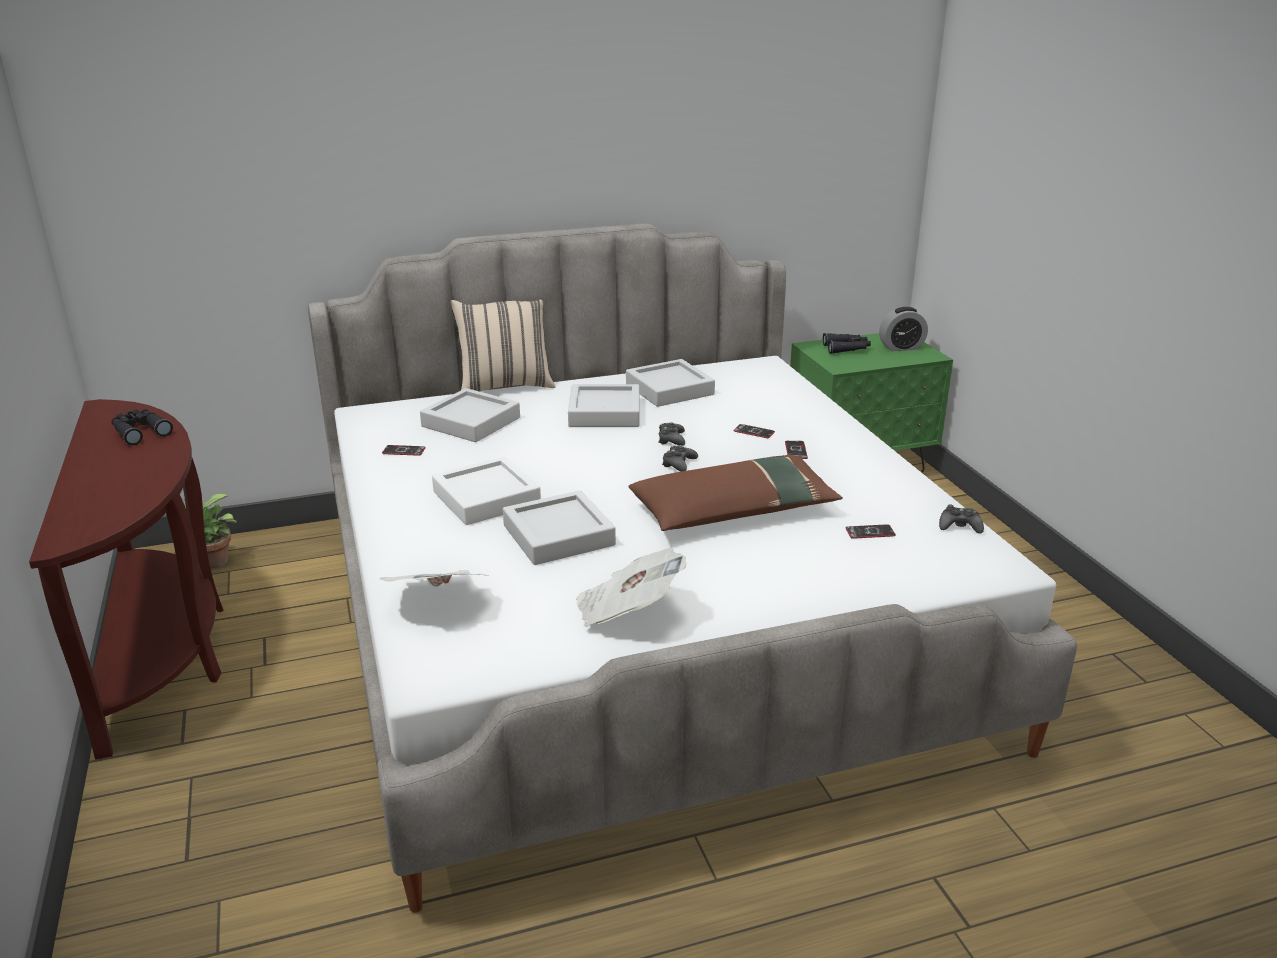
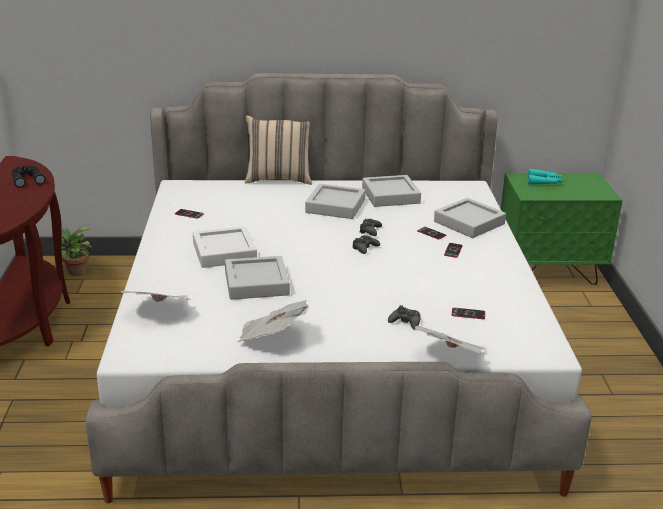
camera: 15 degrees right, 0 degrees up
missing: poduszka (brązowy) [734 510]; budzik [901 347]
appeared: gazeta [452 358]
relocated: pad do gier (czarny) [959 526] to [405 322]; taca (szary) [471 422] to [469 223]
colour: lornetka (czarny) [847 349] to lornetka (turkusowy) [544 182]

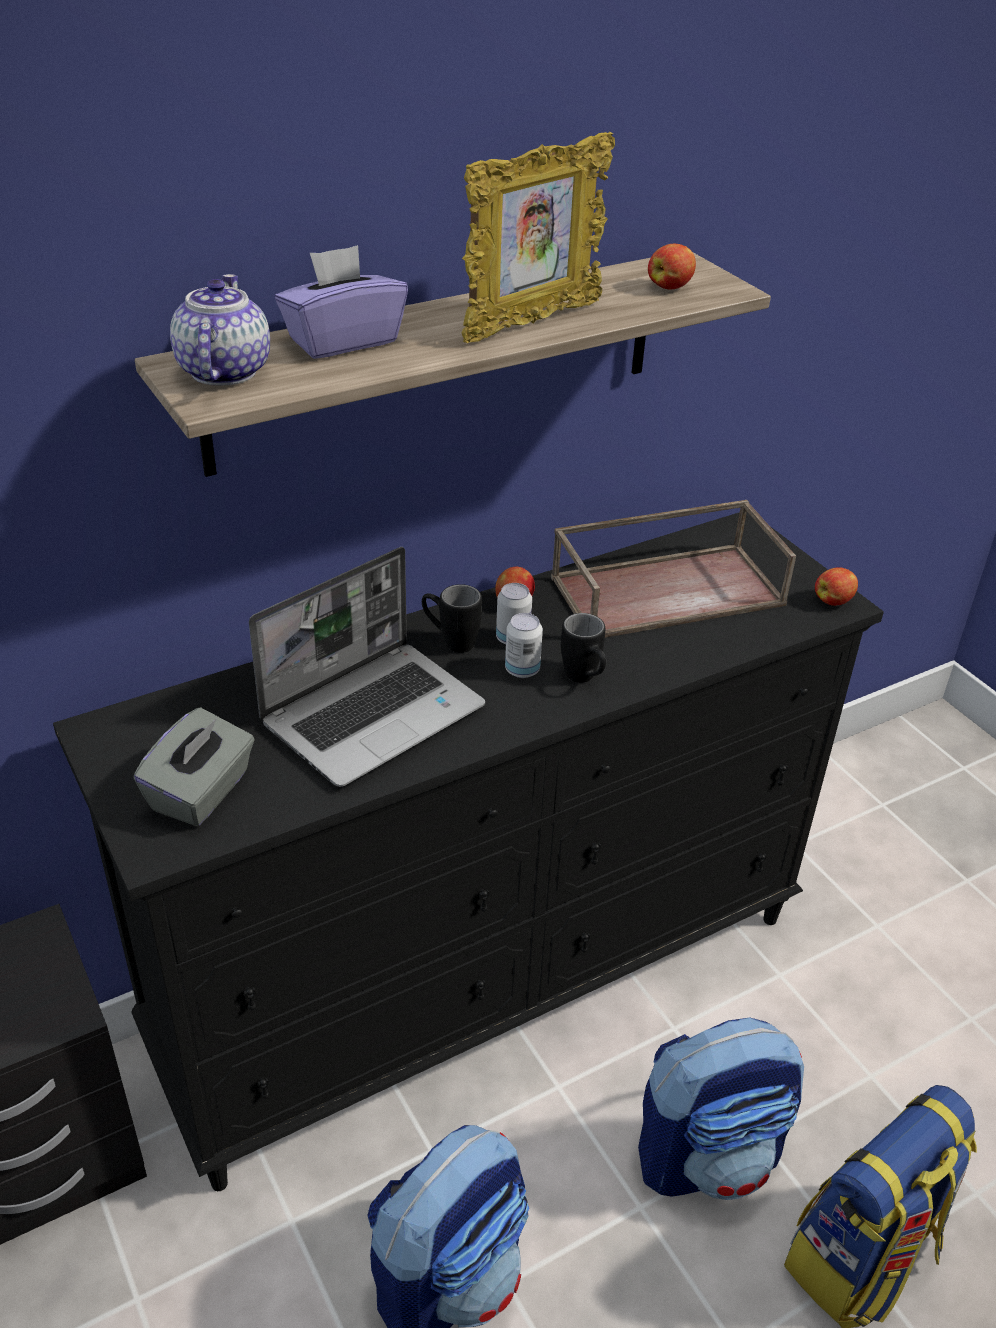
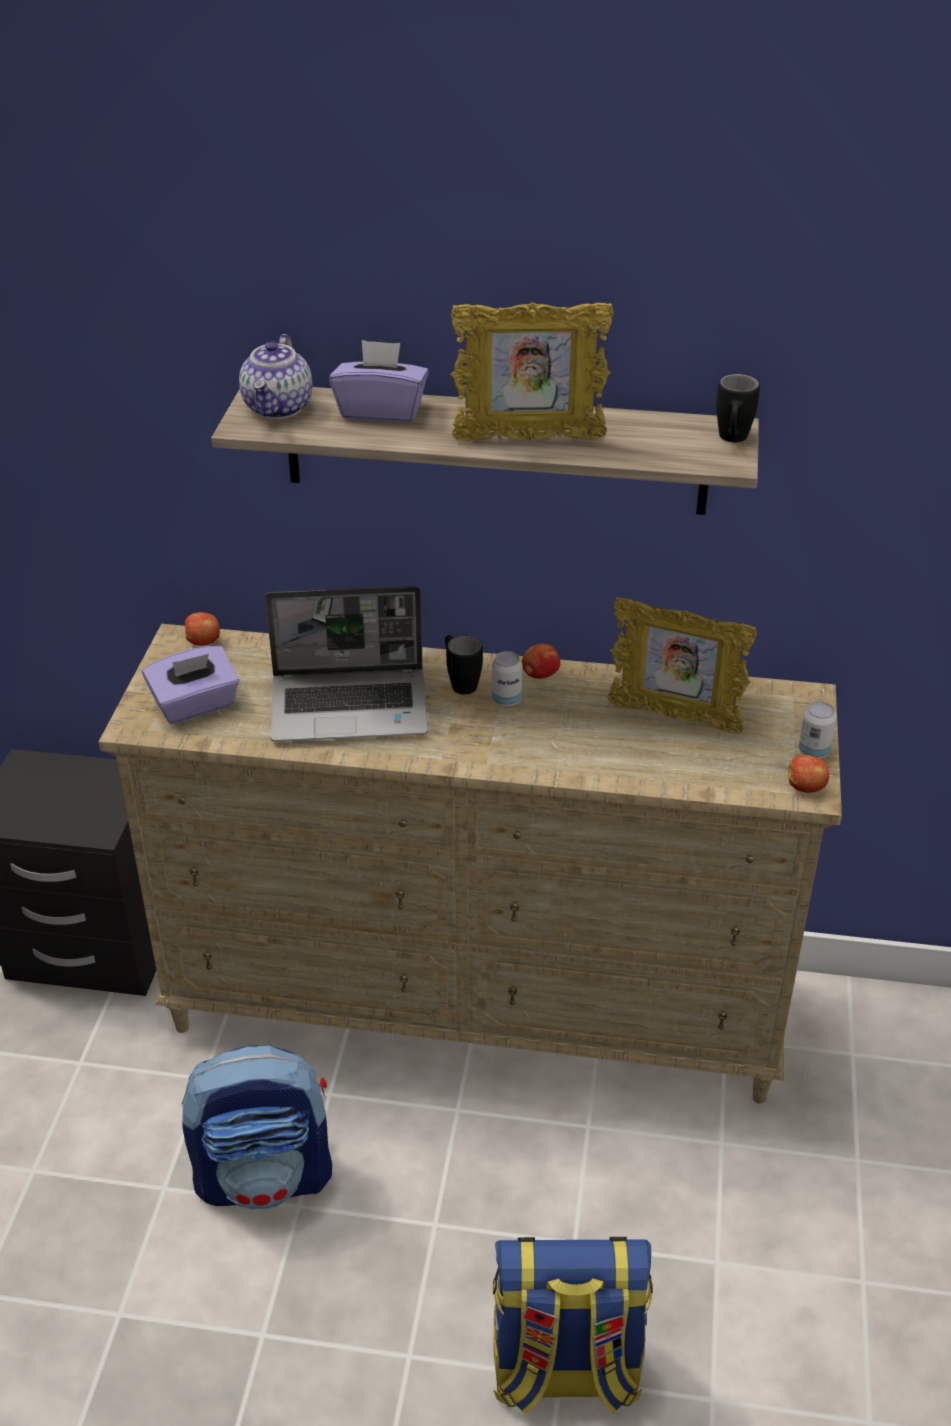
camera: 40 degrees right, 0 degrees up
missing: plecak [709 1155]
relocated: jabłko [670 287] to [204 642]; kubek (czarny) [584 679] to [732 440]; puszka [522 670] to [813 752]
exchanged: taca (brązowy) [668 589] to ramka na zdjęcie [674 717]
colour: komoda (czarny) [487 980] to komoda (beżowy) [478 1007]; pudełko chusteczek (szary) [202 792] to pudełko chusteczek (fioletowy) [195 705]
spun: imbryk [223 371] = [279 408] 150 degrees clockwise

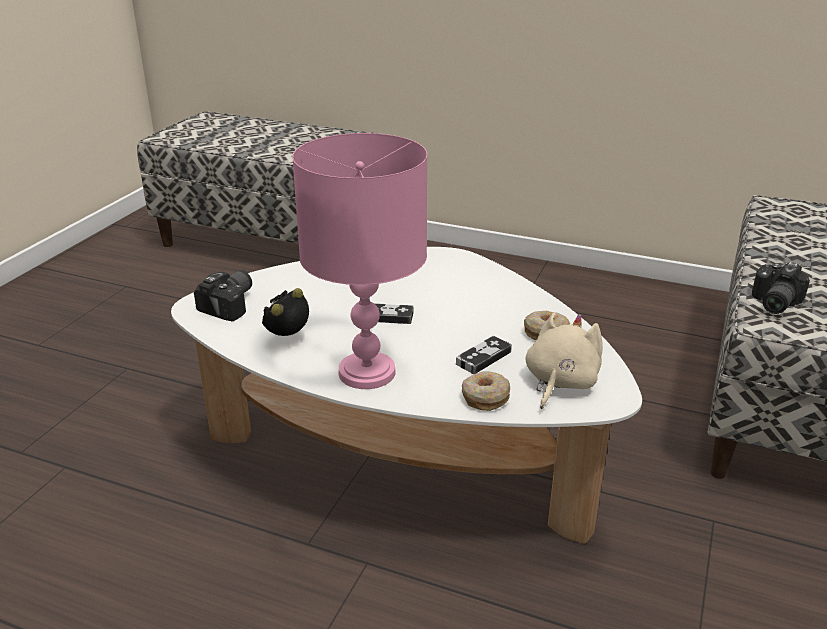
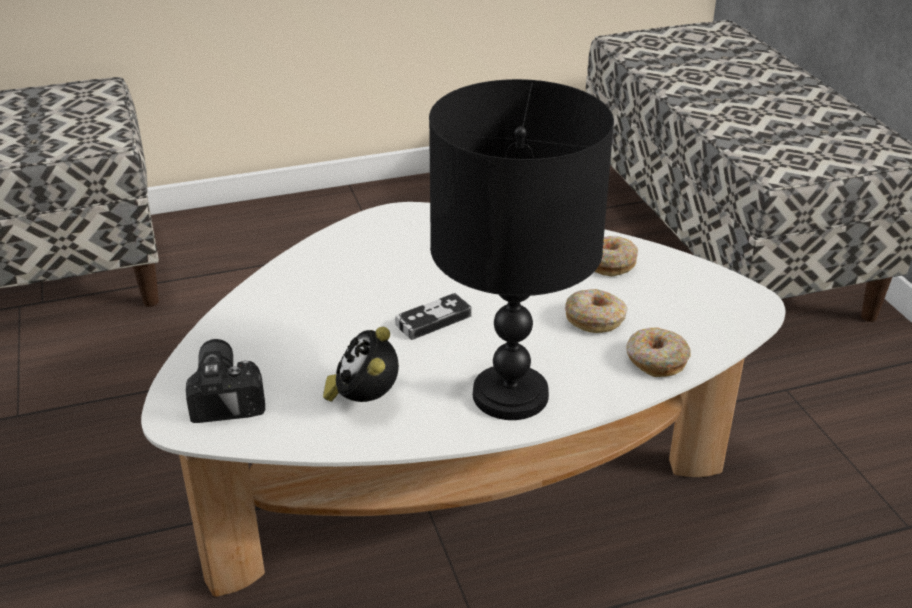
camera: 40 degrees left, 5 degrees up
missing: pluszak (beżowy) [559 382]; aparat fotograficzny [772 303]
exchanged: pad do gier [483 358] to donut [595 319]
colour: lampa stołowa (różowy) [367 372] to lampa stołowa (czarny) [509 393]

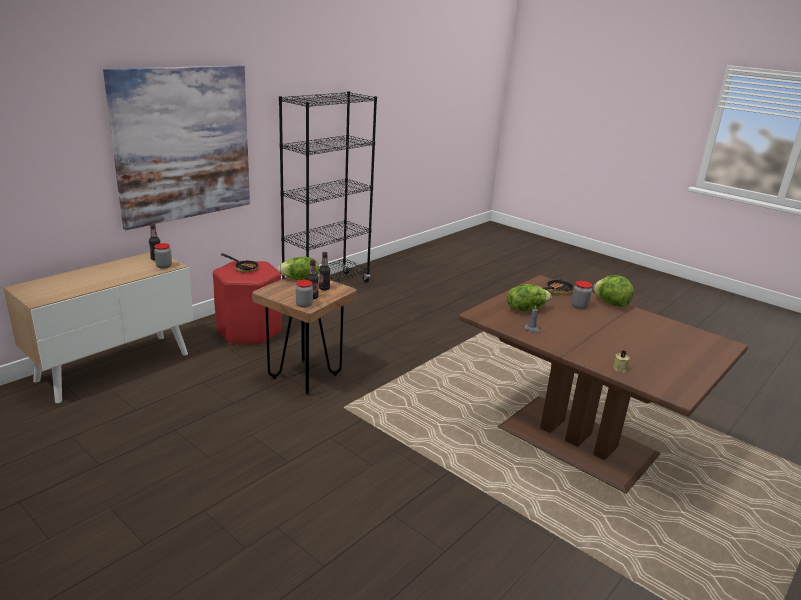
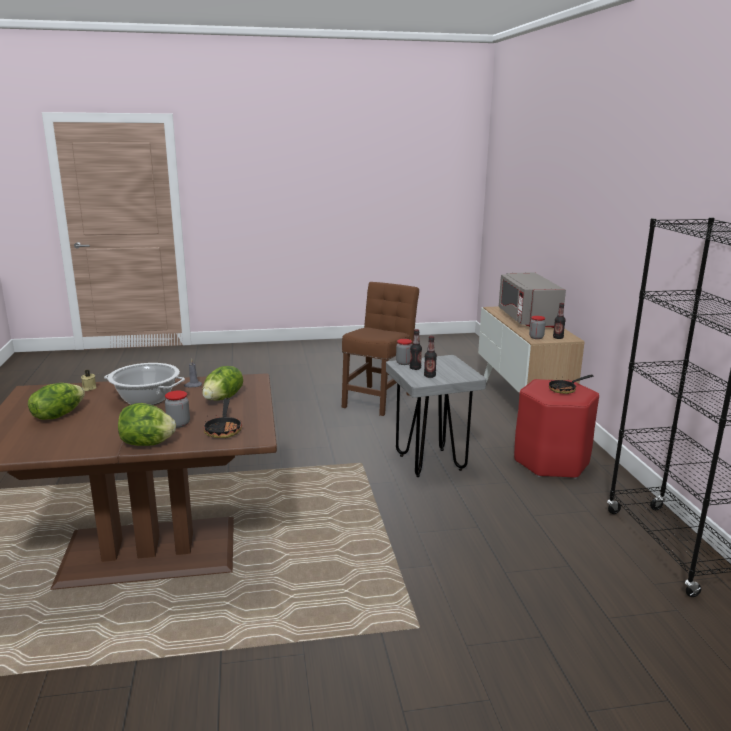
camera: 130 degrees right, 5 degrees down
missing: obraz [183 144]
appeared: garnek [147 399]; krzesło (brązowy) [378 399]; mikrofalówka (szary) [527 319]
relocated: sałata [300 279] to [58 415]
colour: stołek (brązowy) [305 376] to stołek (szary) [430 463]

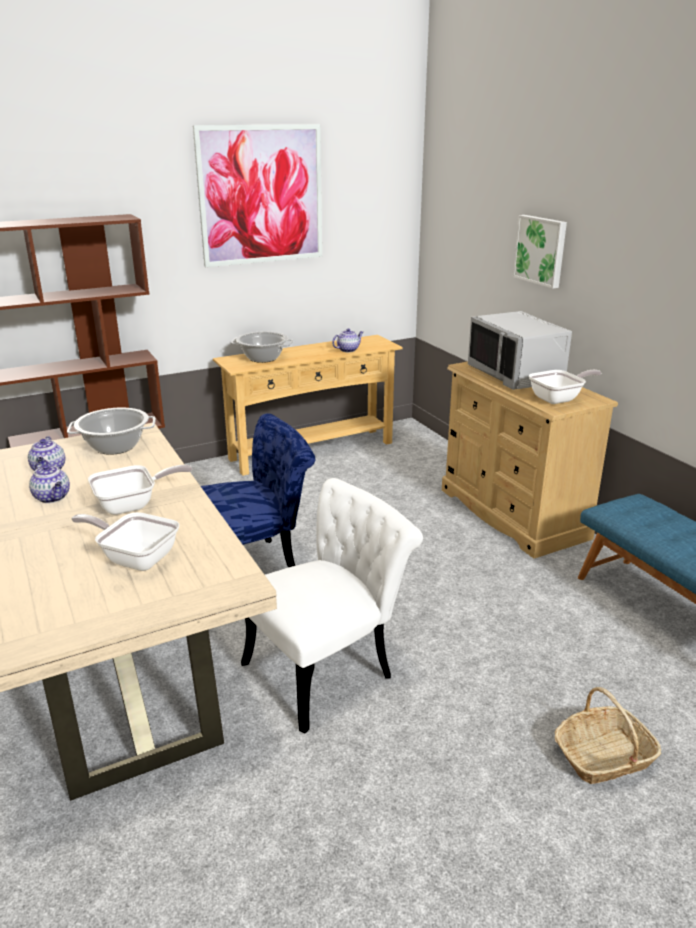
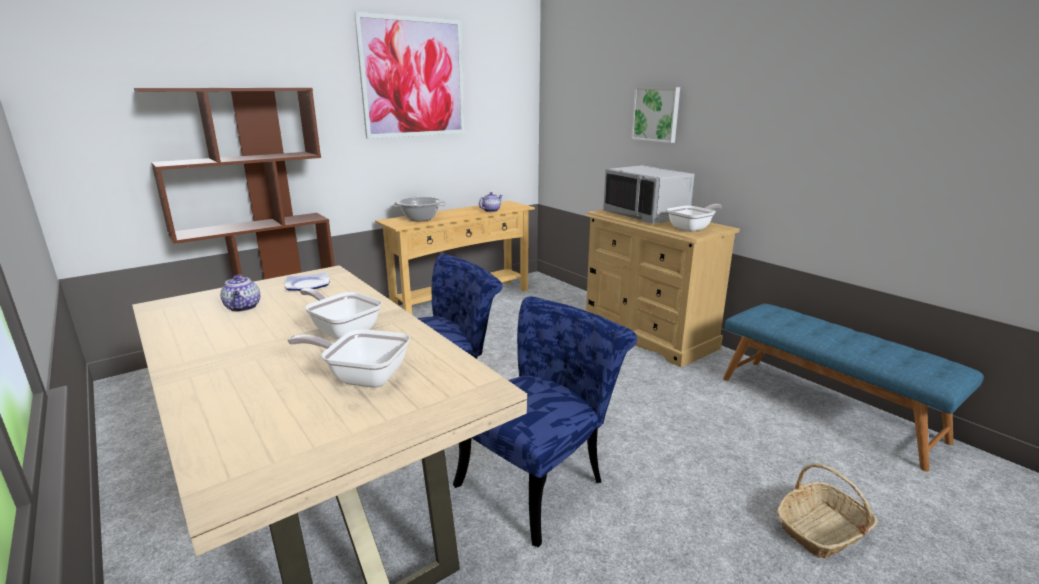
camera: 10 degrees left, 5 degrees down
missing: imbryk [53 497]
exchanged: garnek [115 447] to talerz [307 285]
colour: krzesło (biały) [329 667] to krzesło (niebieski) [540 479]
spun: patelnia [133 505] = [343 330] 105 degrees counterclockwise

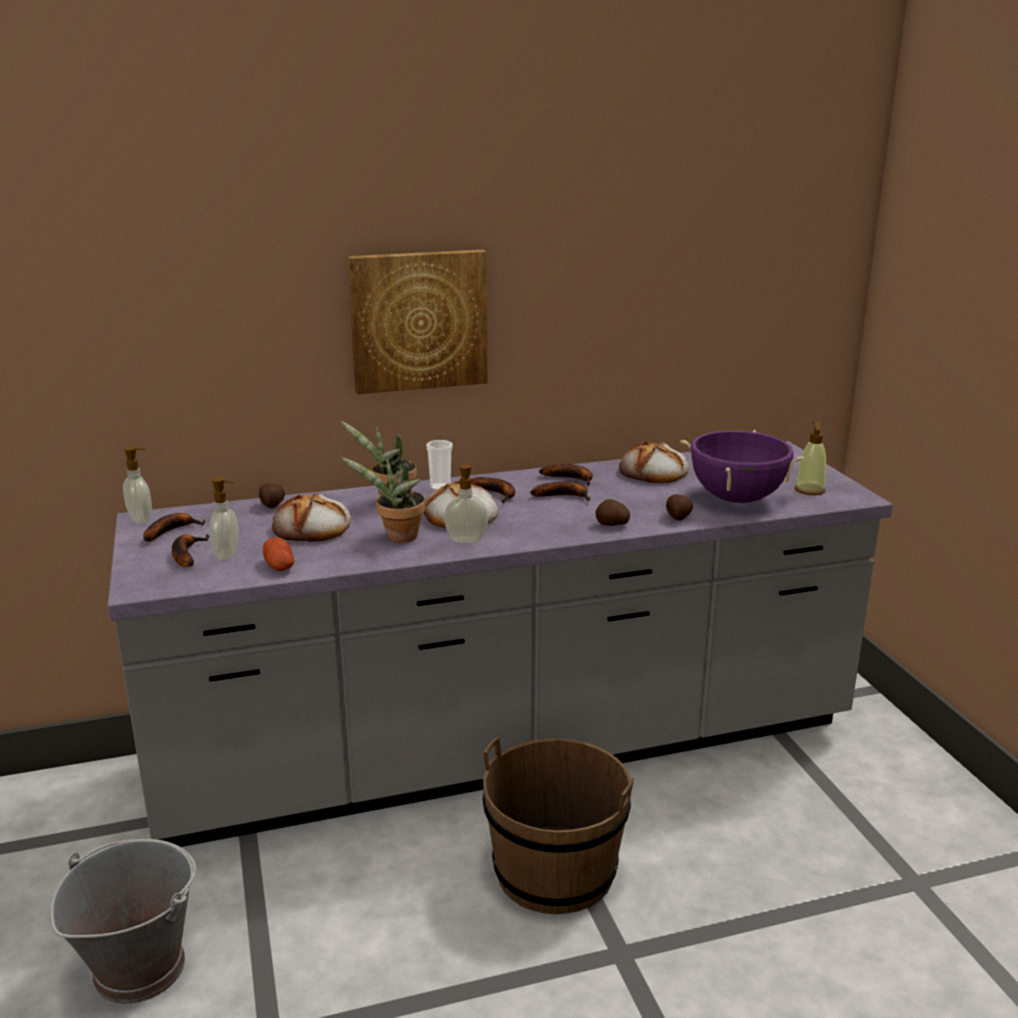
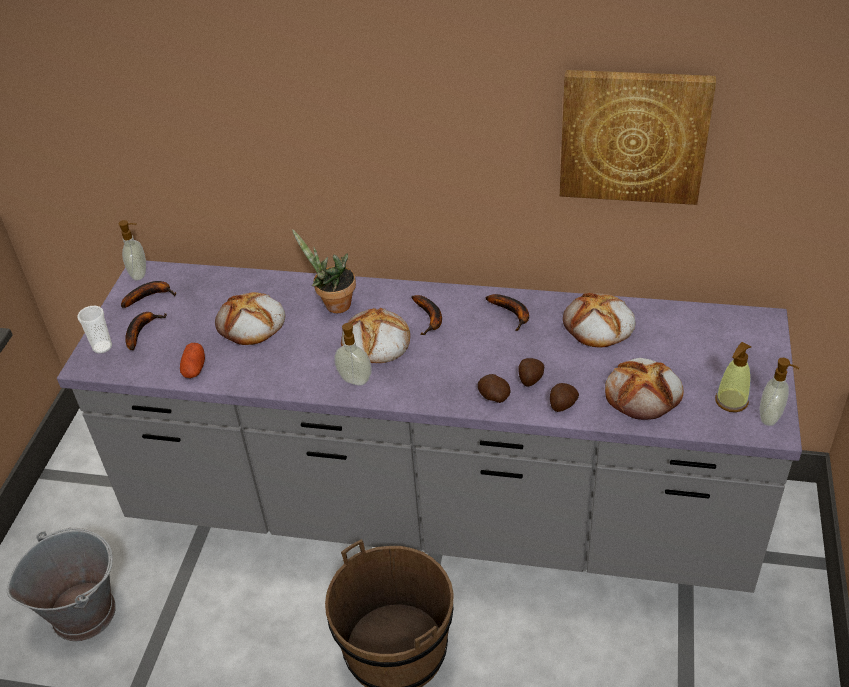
camera: 30 degrees right, 20 degrees up
missing: roślina doniczkowa [398 538]; banan [564 496]
relocated: filiżanka [440 487] to [102 347]; ziemniak [272 506] to [530 379]; obraz [418 320] to [633 135]; dozownik mydła [228 555] to [771 417]
exchanged: garnek (fioletowy) [737 499] to chleb [643 393]

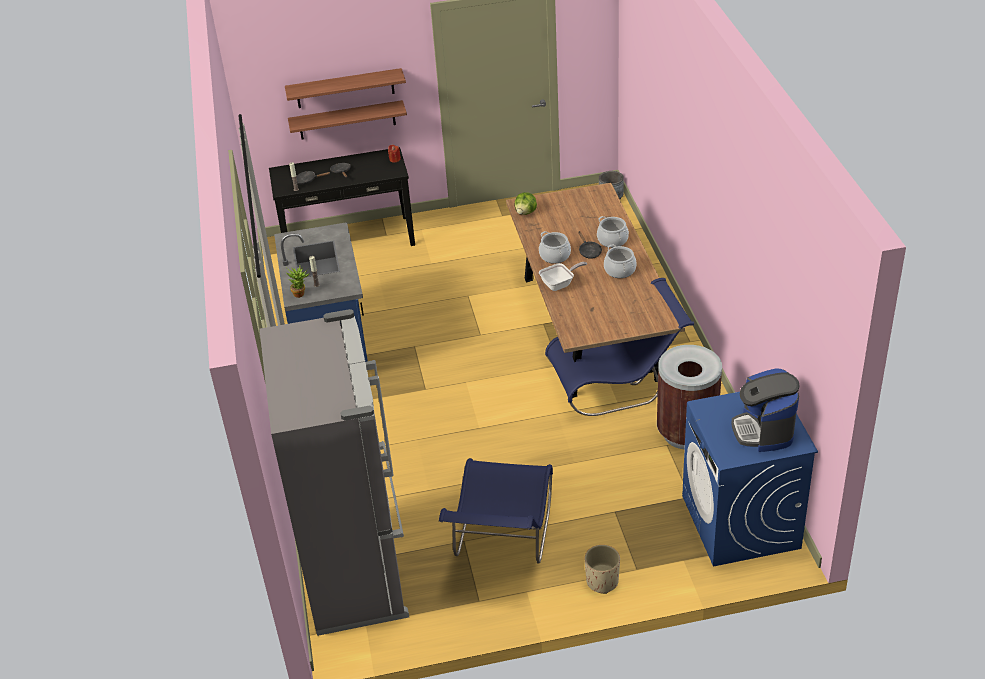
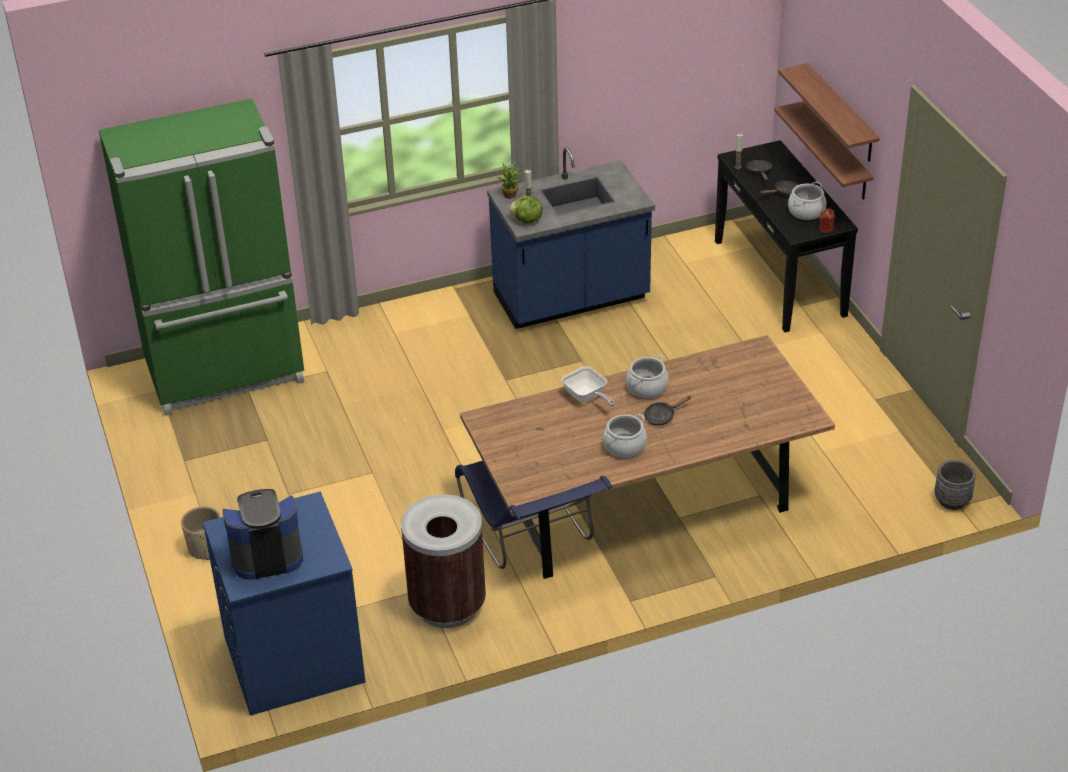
camera: 80 degrees right, 0 degrees up
missing: krzesło (niebieski) [502 541]
relocated: sałata [525 212] to [526 220]; garnek [612 240] to [806 212]
colour: lodówka (szary) [357 572] to lodówka (zielony) [226 373]

